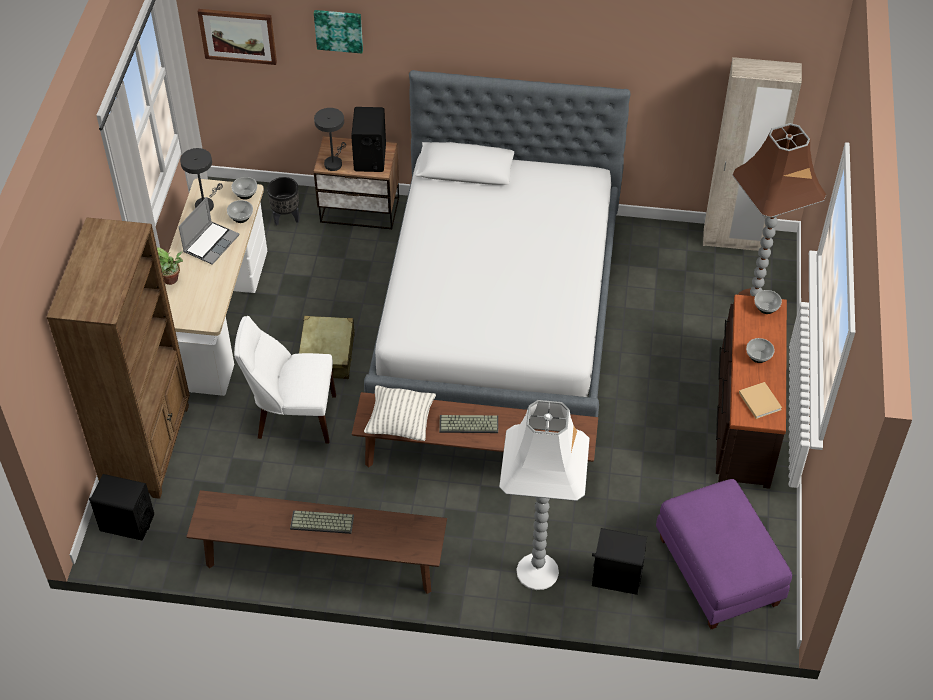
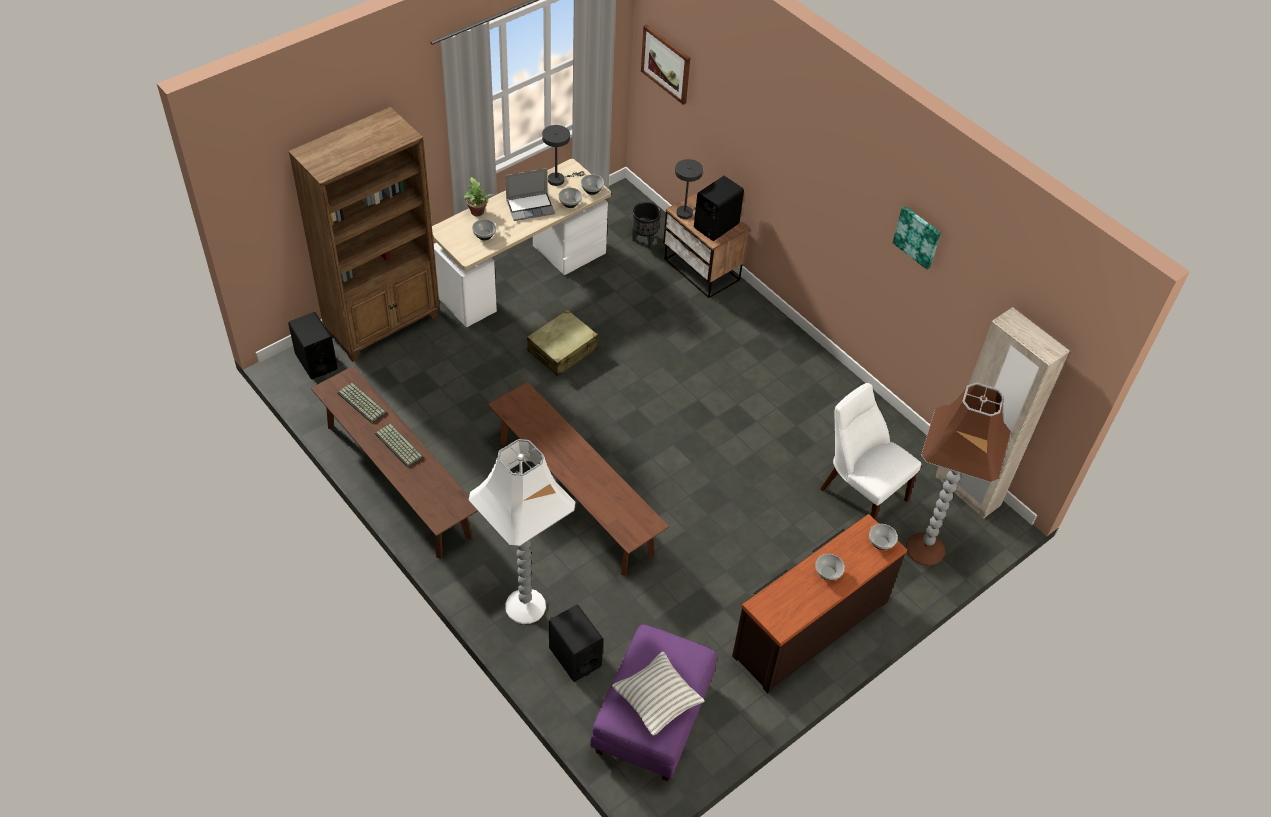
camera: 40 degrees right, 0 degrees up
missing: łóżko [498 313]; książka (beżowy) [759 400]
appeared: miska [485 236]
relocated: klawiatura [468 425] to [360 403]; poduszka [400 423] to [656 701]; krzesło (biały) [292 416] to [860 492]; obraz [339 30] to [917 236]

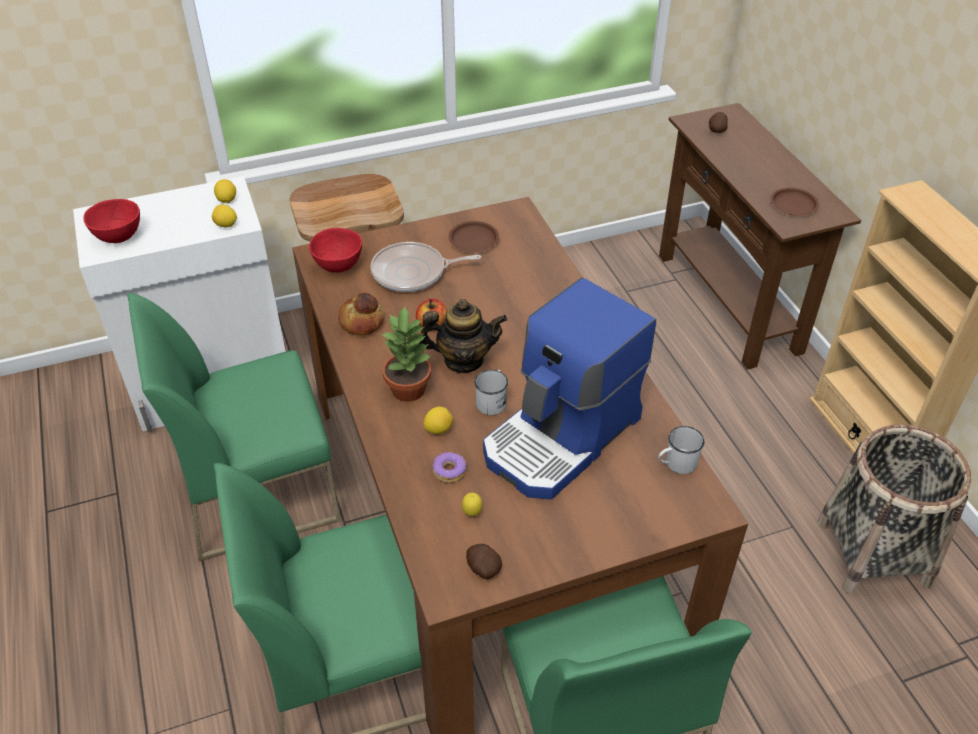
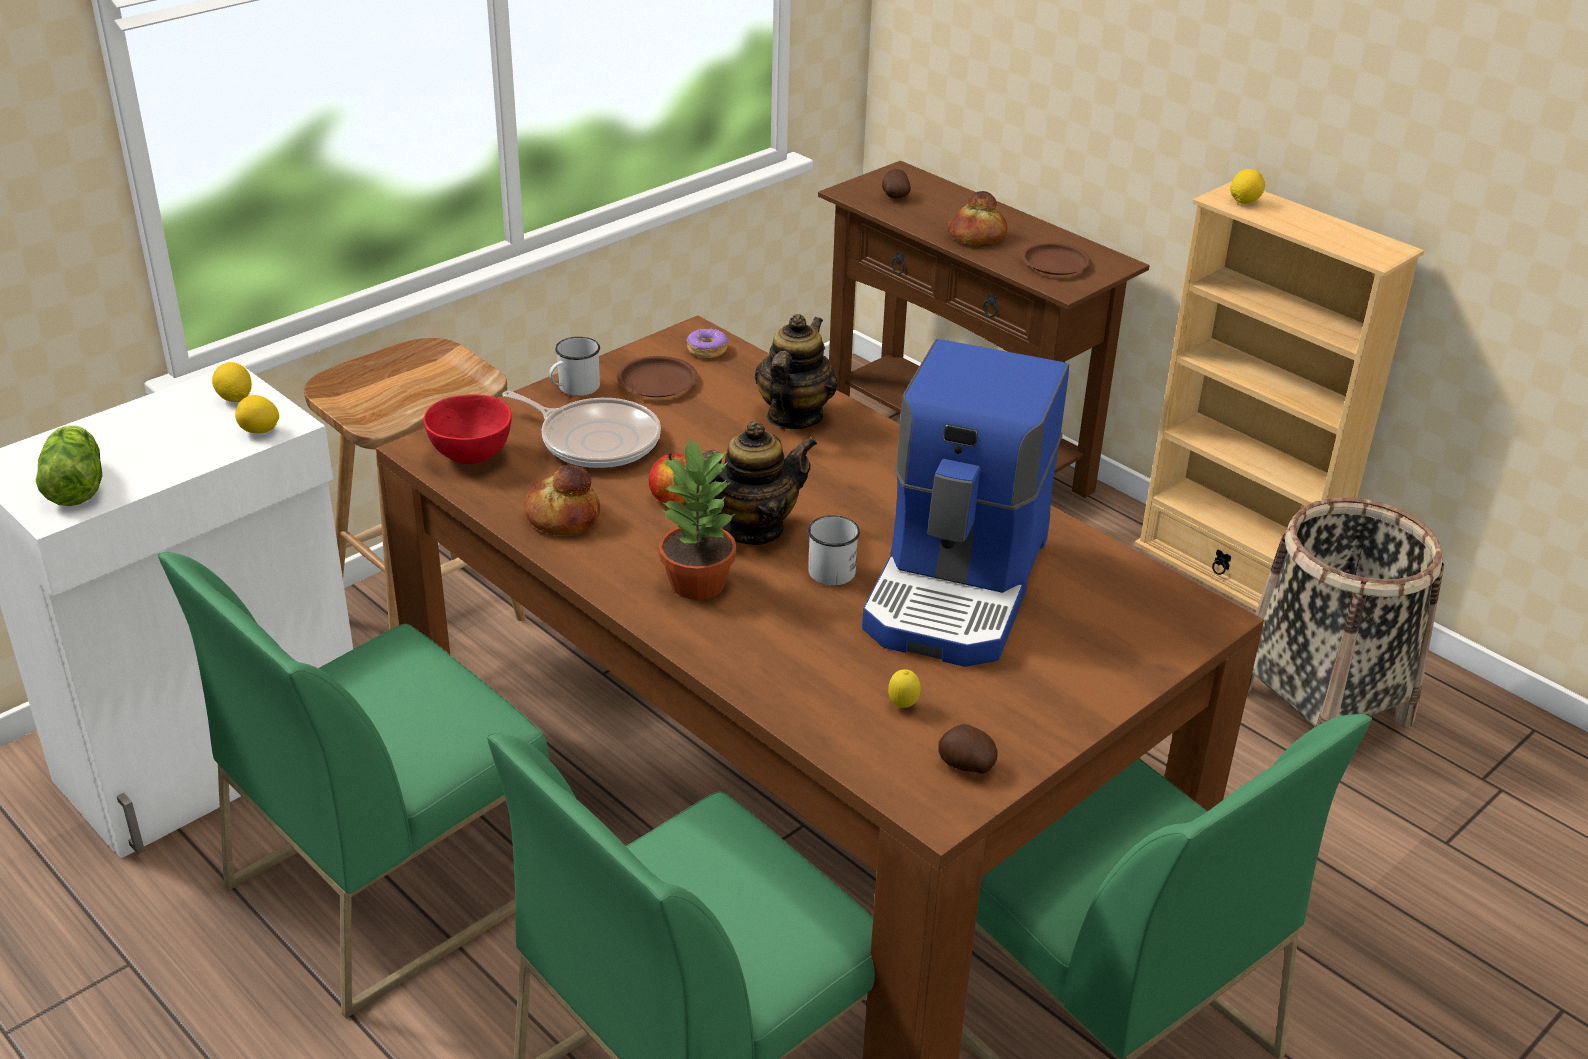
camera: 25 degrees left, 10 degrees down
appeared: imbryk [793 417]; chleb [976 236]
relocated: kubek (biały) [676 463] to [574 388]; donut [449 471] to [706 350]; cytryna [438 429] to [1244 201]
exchanged: miska (czerwony) [118 237] to sałata [76 484]
spun: patelnia [413 272] = [595 440] 120 degrees counterclockwise

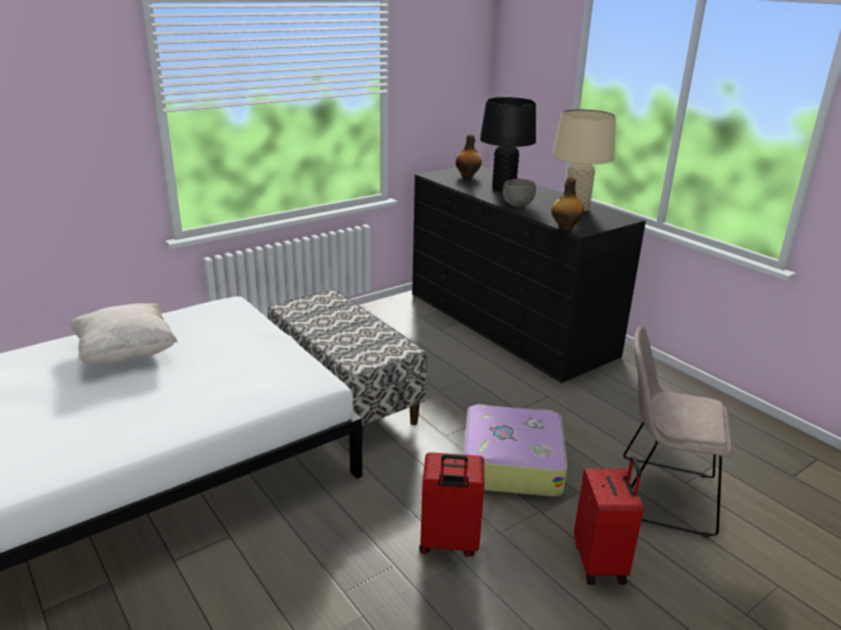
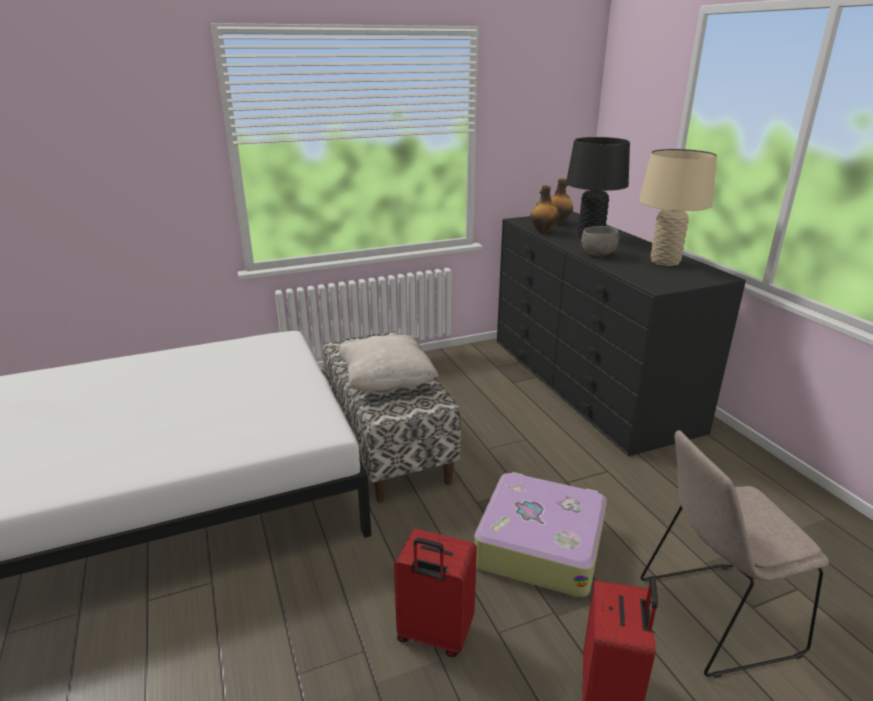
camera: 15 degrees right, 0 degrees up
relocated: poduszka (beżowy) [126 354] to [387 383]; butelka [565 227] to [543 231]
spun: krzesło (beżowy) [660 494] = [713 617] 45 degrees counterclockwise

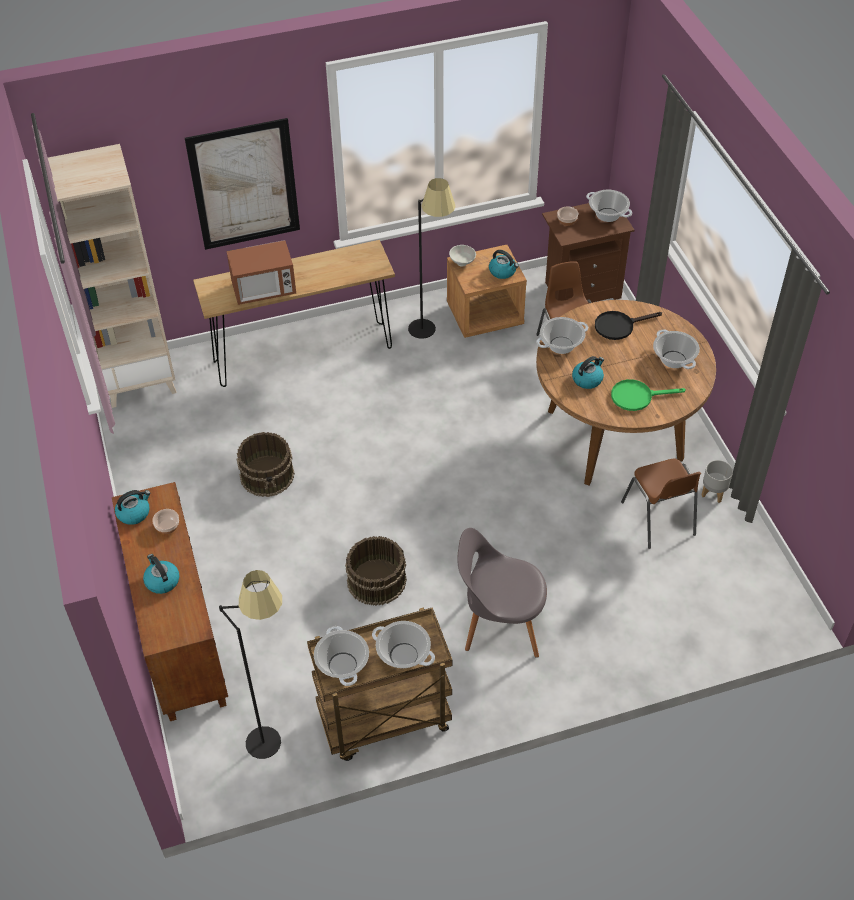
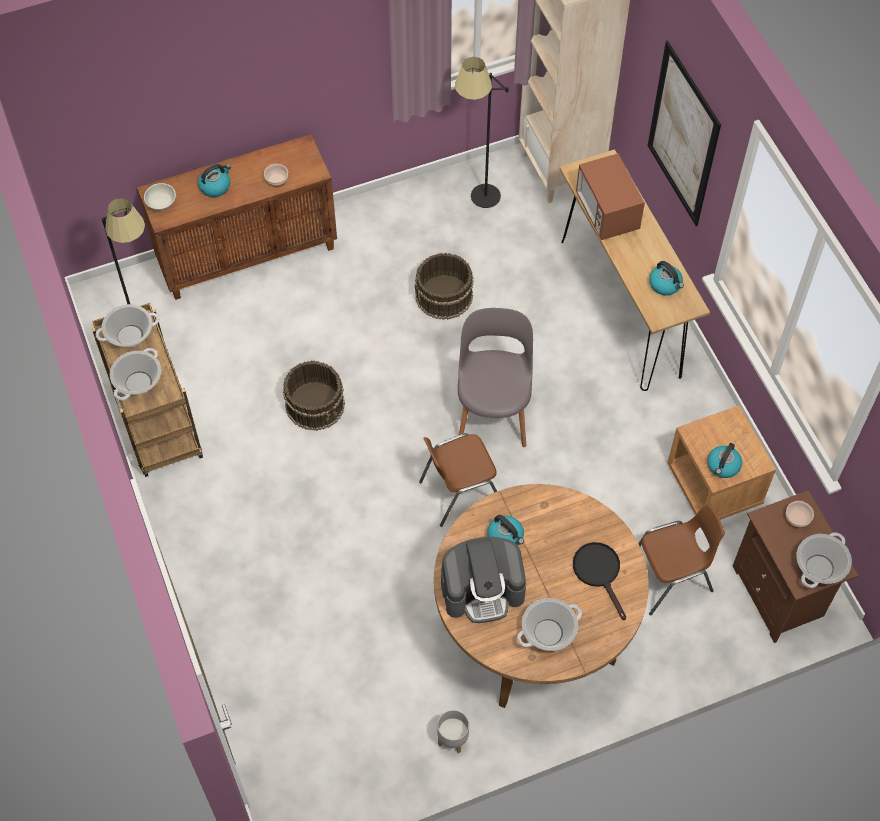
camera: 85 degrees right, 10 degrees up
missing: garnek [561 345]
relocated: miska (biały) [462 262] to [162 205]; krzesło (brązowy) [658 519] to [459 492]; lampa stojąca (czarny) [432 334] to [478 205]; krzesło (szary) [500 623] to [493 410]; czajnik [134 513] to [665 284]
exchanged: patelnia (zielony) [637 396] to ekspres do kawy [482 589]

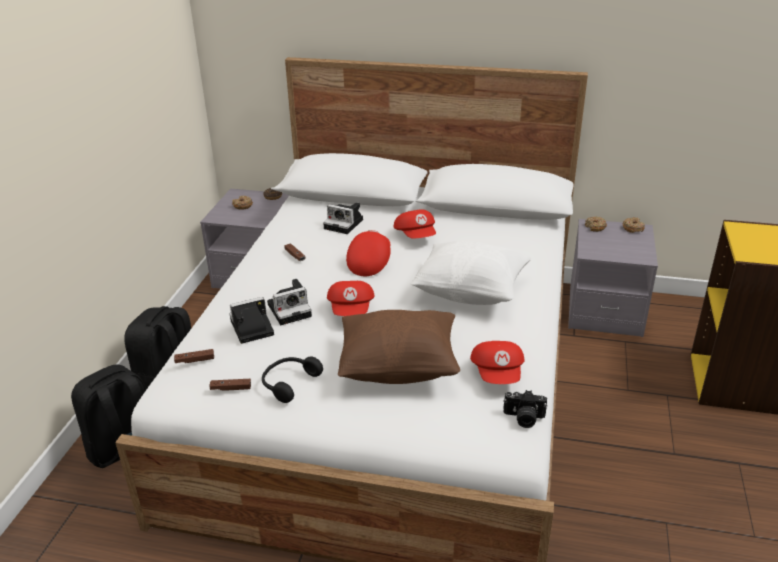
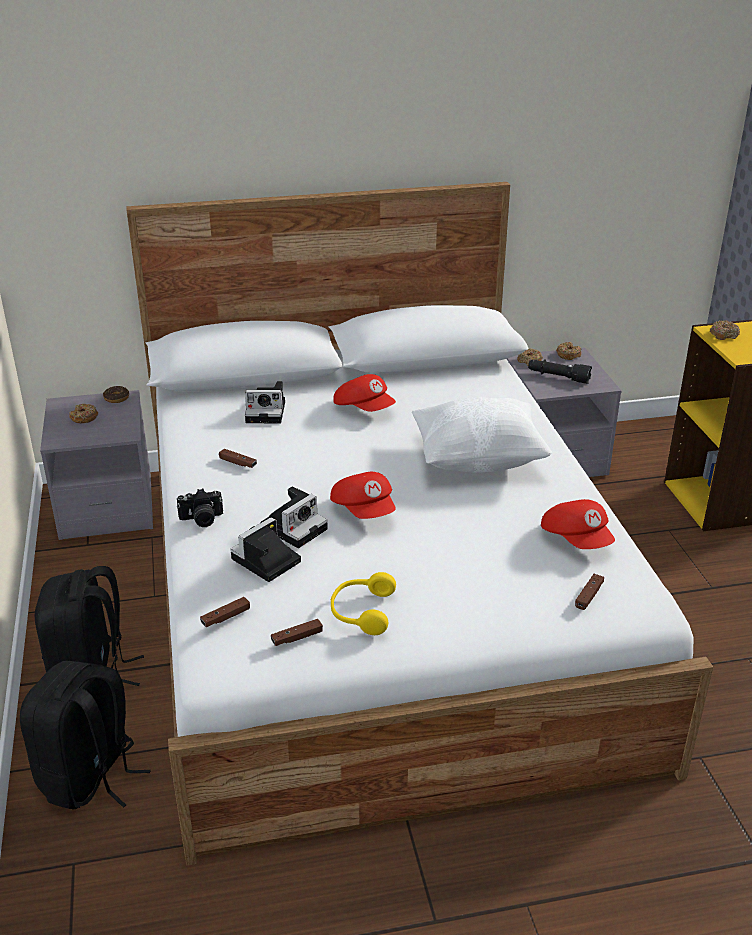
camera: 25 degrees left, 0 degrees up
missing: poduszka (brązowy) [399 367]; czapka z daszkiem (czerwony) [369 262]
appeared: latarka (czarny) [558 377]; pad do gier (brązowy) [589 596]; donut [724 335]
relocated: aparat fotograficzny [523 418] to [201 519]
colour: słuchawki (czarny) [289 383] to słuchawki (żółty) [361 612]

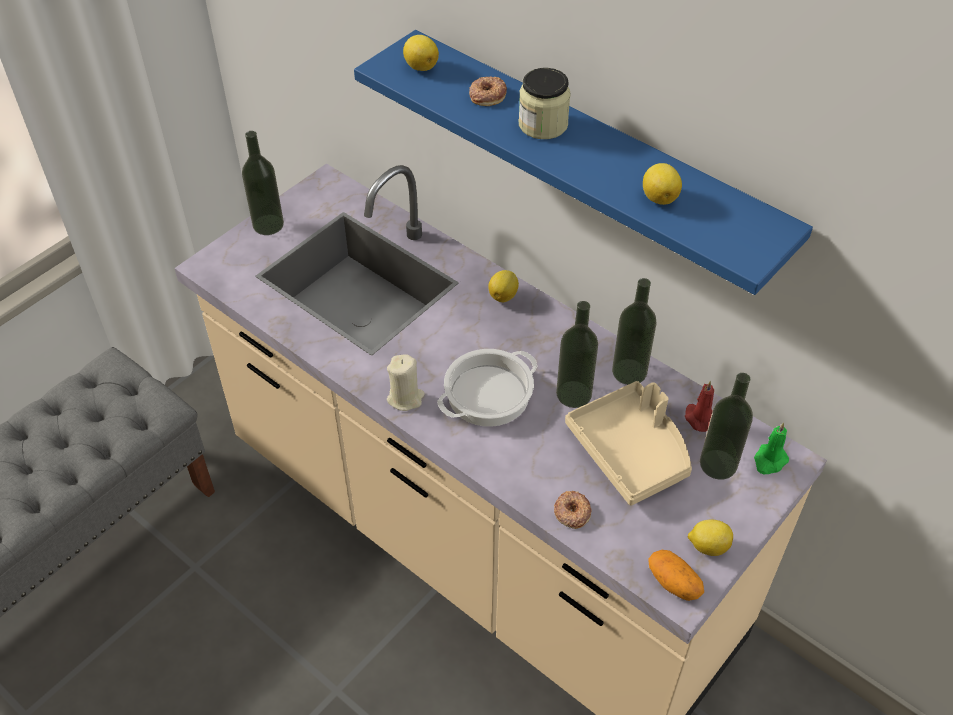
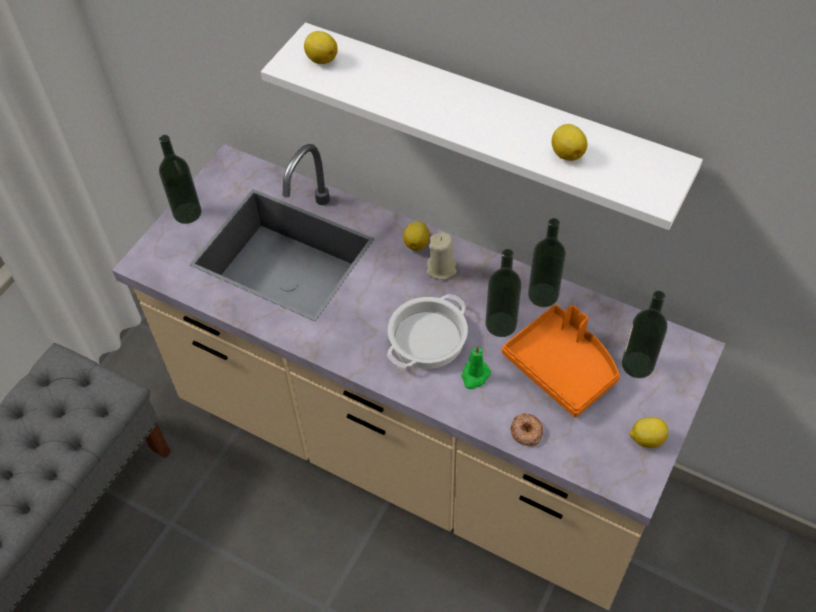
camera: 10 degrees left, 5 degrees up
missing: donut [487 95]; słoik [543 125]; ziemniak [674 583]; świeca (czerwony) [699 418]
relocated: świeca (beżowy) [405 398] to [441 268]; świeca (zielony) [769 461] to [475 376]
colour: półka (niebieski) [591 159] to półka (biały) [489 120]; taca (beżowy) [631 451] to taca (pomarańczowy) [562 367]

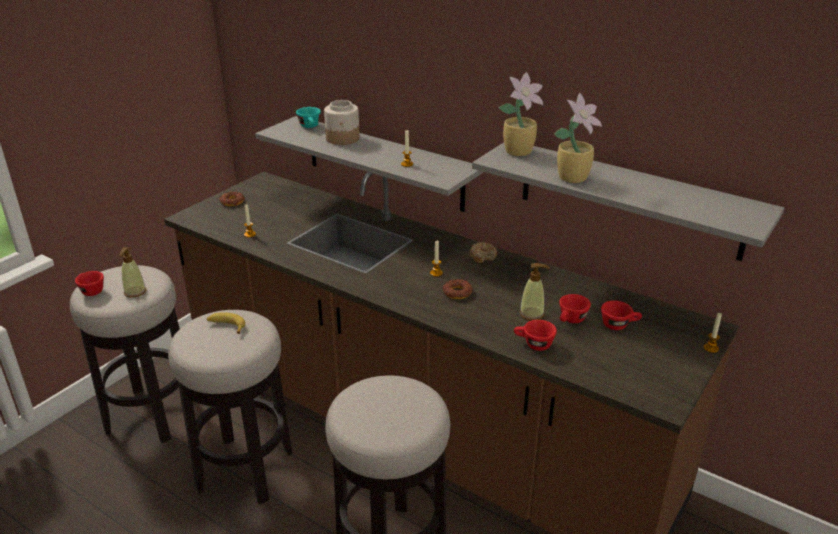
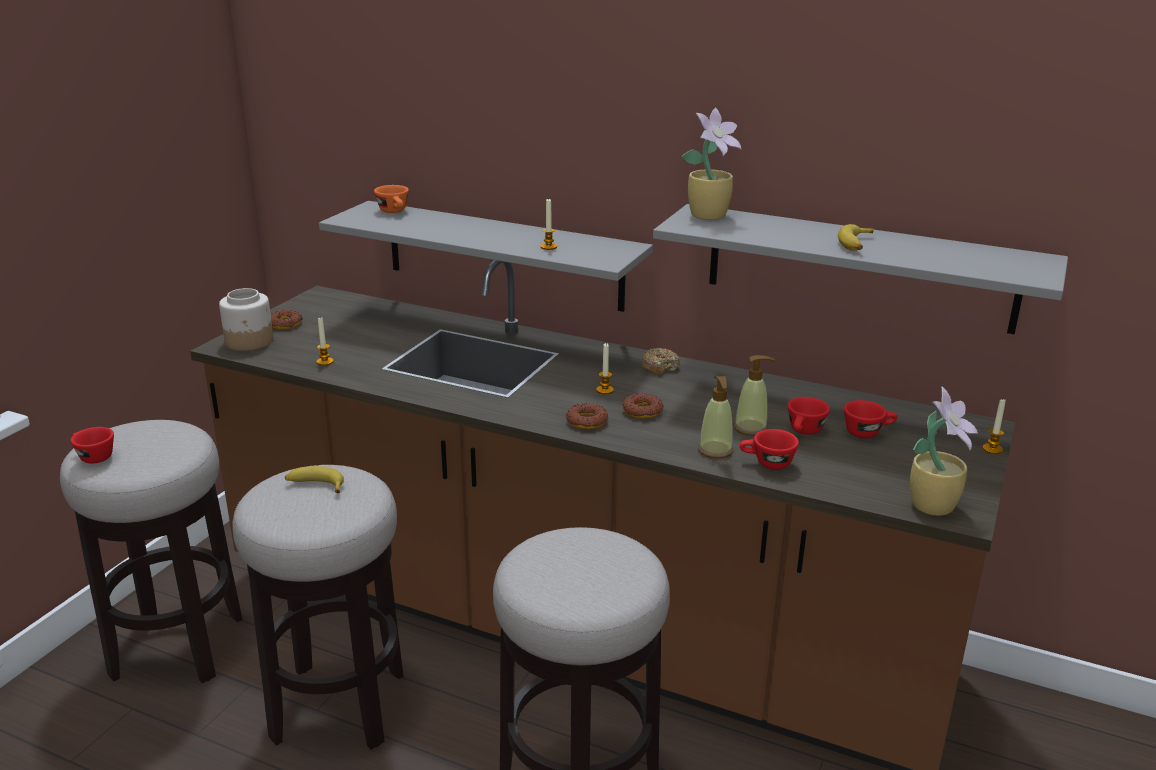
camera: 10 degrees left, 5 degrees down
appeared: donut [586 421]; banan [856 244]
relocated: słoik [343 139] to [250 341]; dozownik mydła [135 292] to [715 451]; roślina doniczkowa [574 177] to [934 505]
colour: filiżanka (turkusowy) [310 127] to filiżanka (pomarańczowy) [395 212]

